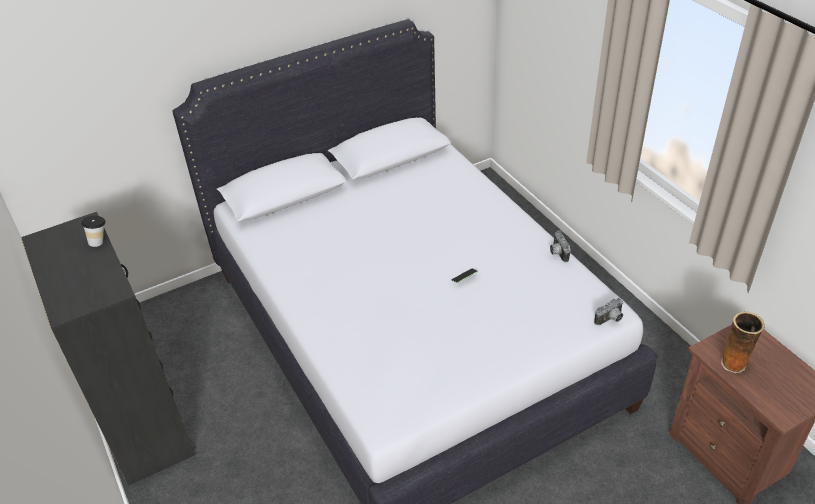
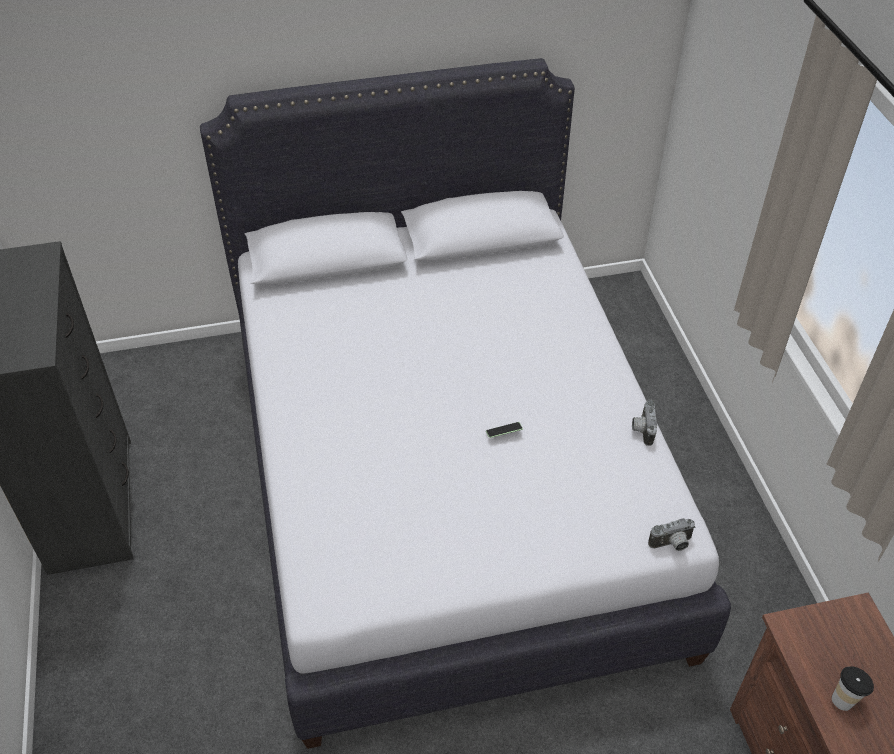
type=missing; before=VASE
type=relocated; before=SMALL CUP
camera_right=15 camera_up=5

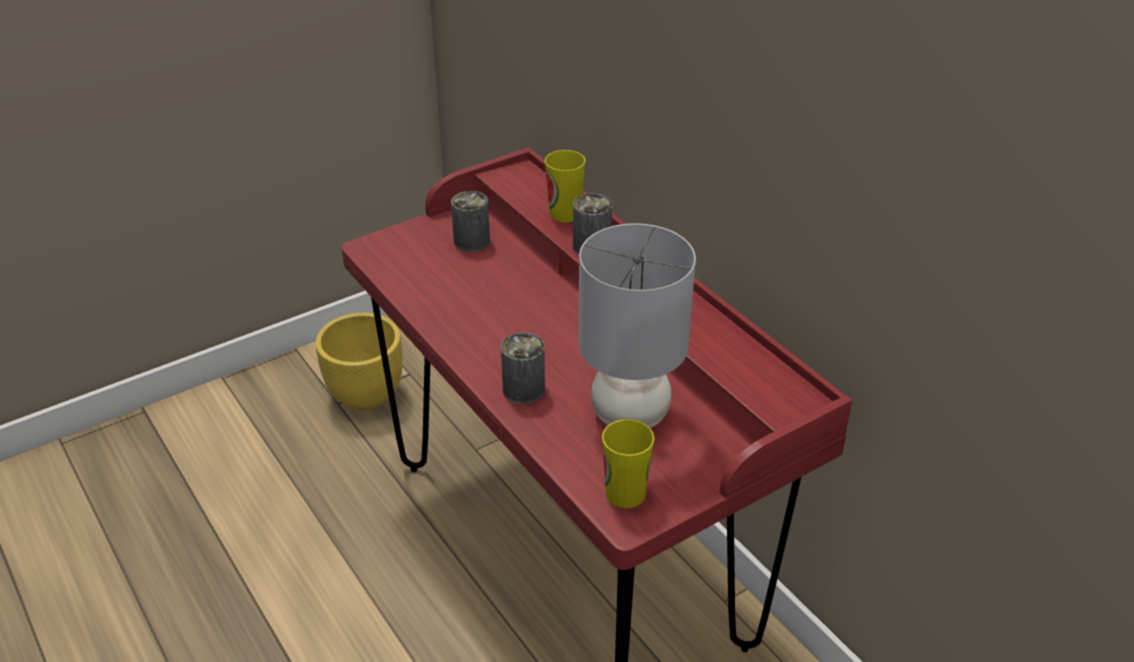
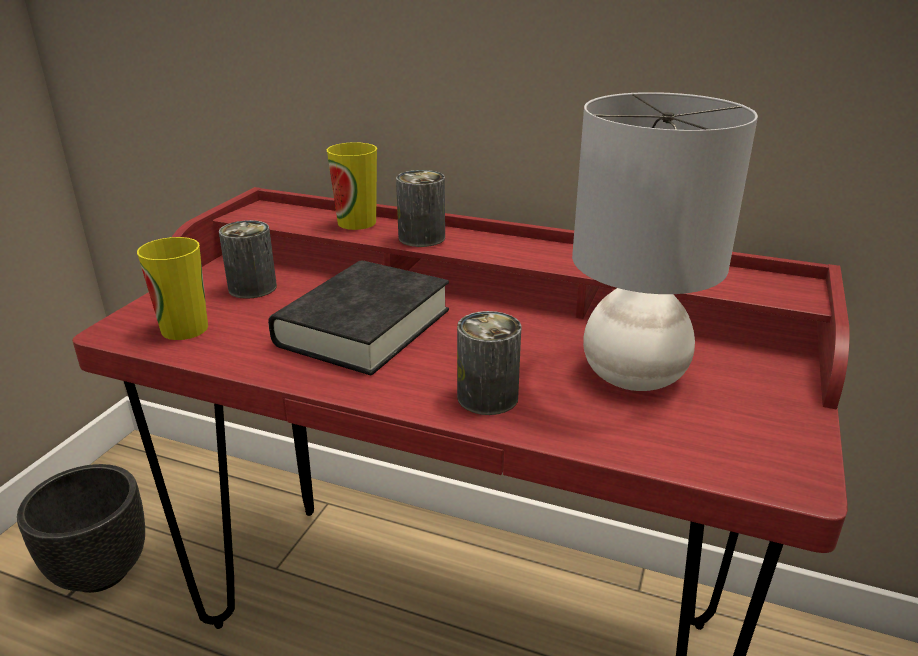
type=appeared; after=BLACKISH VOLUME
type=relocated; before=SMALL CUP (no. 2 from left in the first image); after=SMALL CUP (no. 1 from left)
type=colour; before=YELLOWISH PLANT POT; after=BLACKISH PLANT POT
camera_right=-35 camera_up=-10

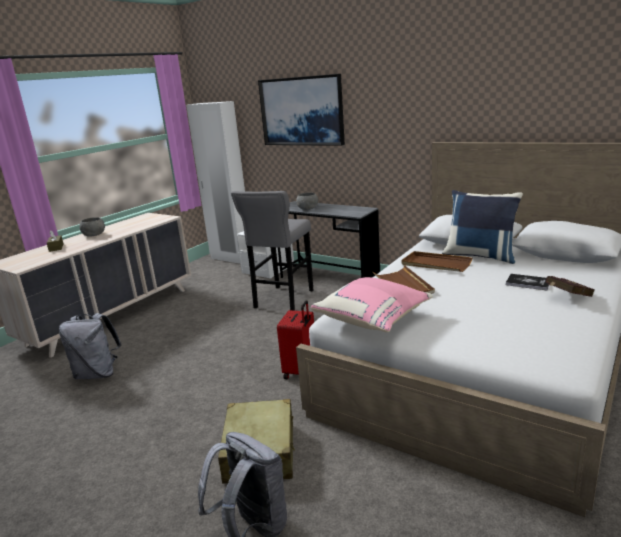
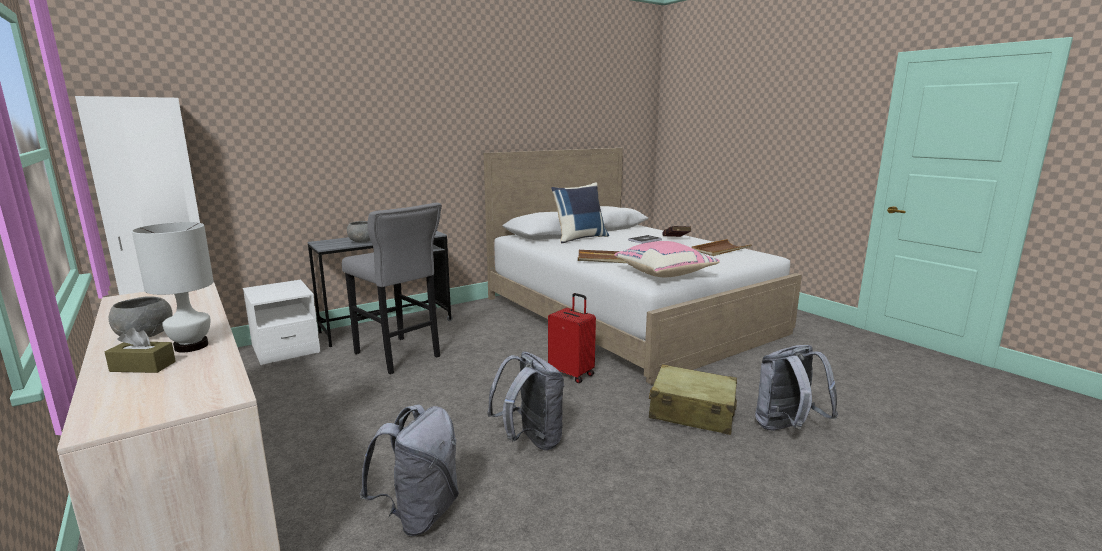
type=missing; before=PICTURE
type=appeared; after=WHITISH TABLETOP LAMP
type=appeared; after=GRAY BACKPACK (no. 2 from left)
type=relocated; before=BROWN SERVING TRAY (no. 2 from left)
camera_right=-70 camera_up=-5

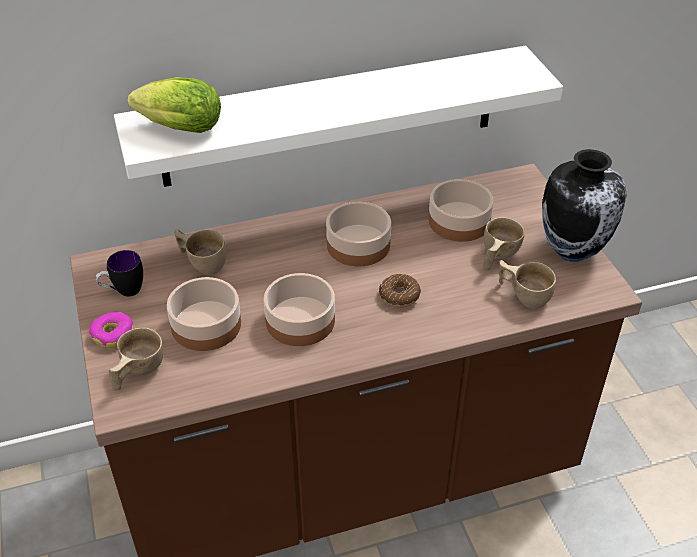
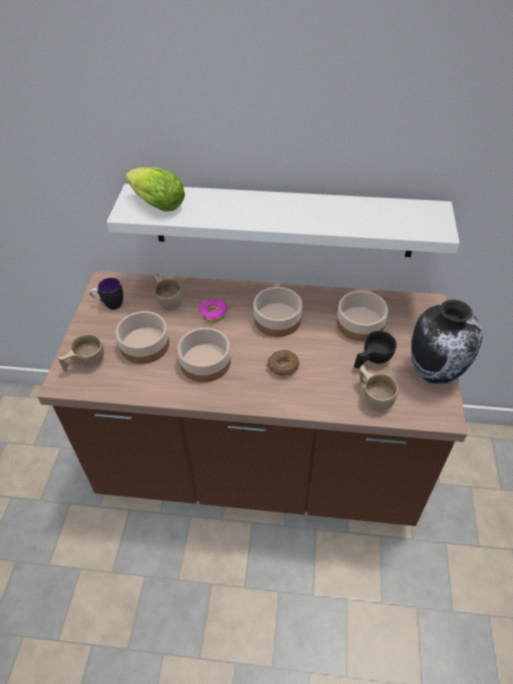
type=relocated; before=DONUT (no. 1 from left)
type=colour; before=BEIGE-COLOURED SMALL CUP (no. 3 from left); after=BLACKISH SMALL CUP
camera_right=25 camera_up=5

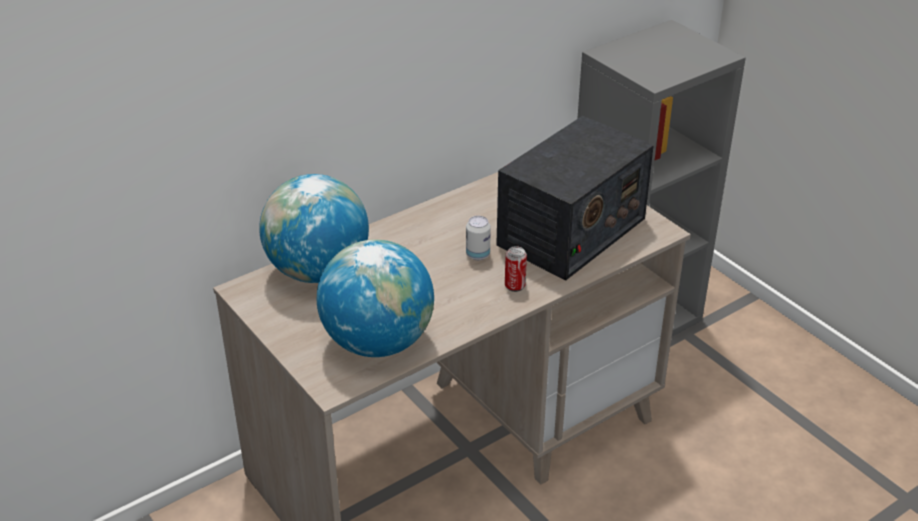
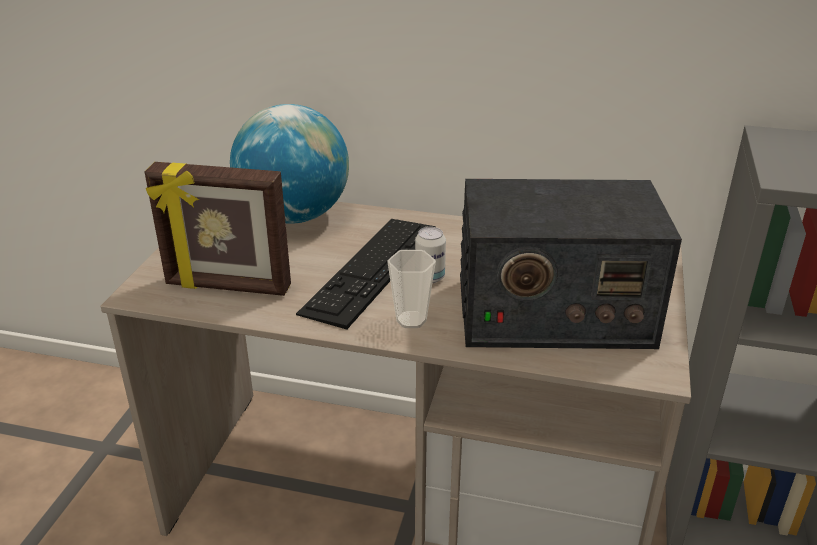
type=appeared; after=KEYBOARD
type=exchanged; before=DESK GLOBE (no. 2 from left); after=STANDING FRAME
type=exchanged; before=CAN (no. 2 from left); after=SMALL CUP
camera_right=50 camera_up=-5

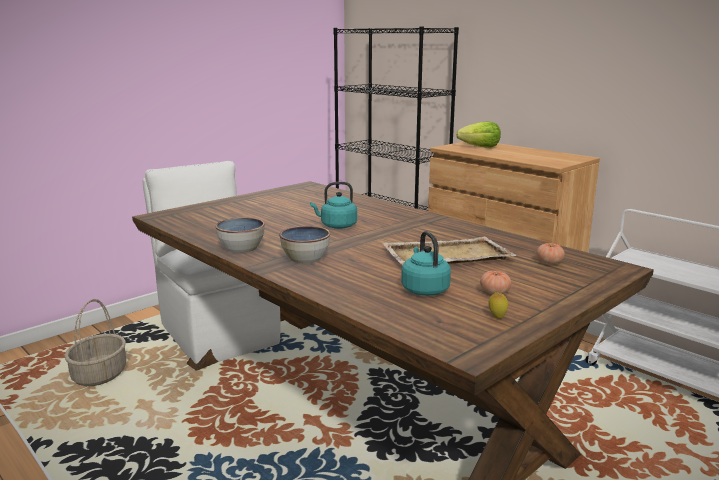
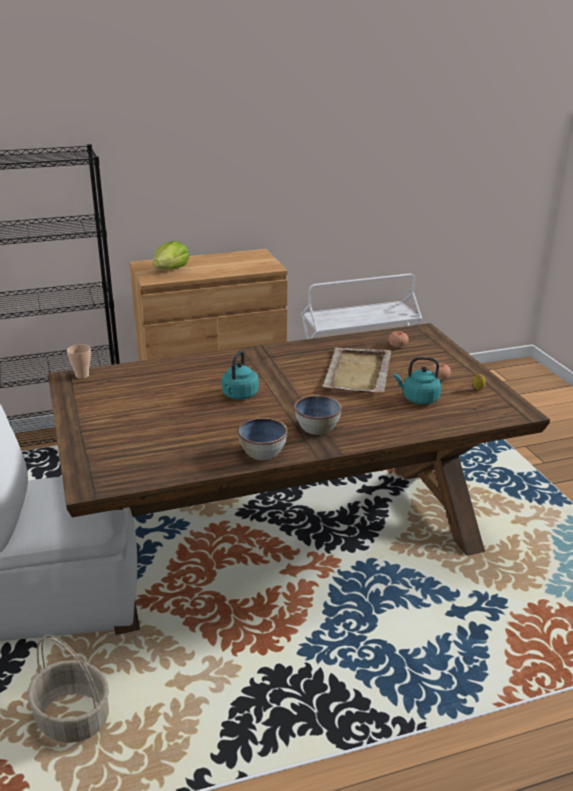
type=appeared; after=SMALL CUP
camera_right=-65 camera_up=10

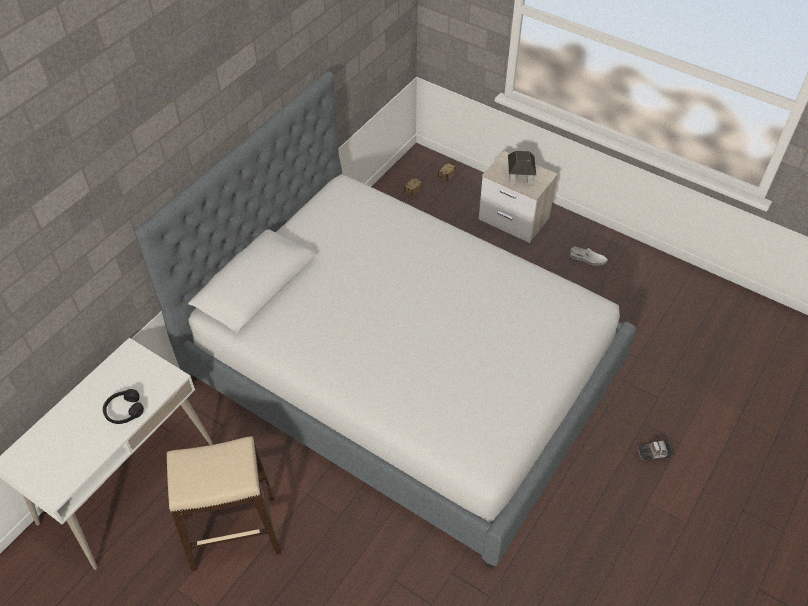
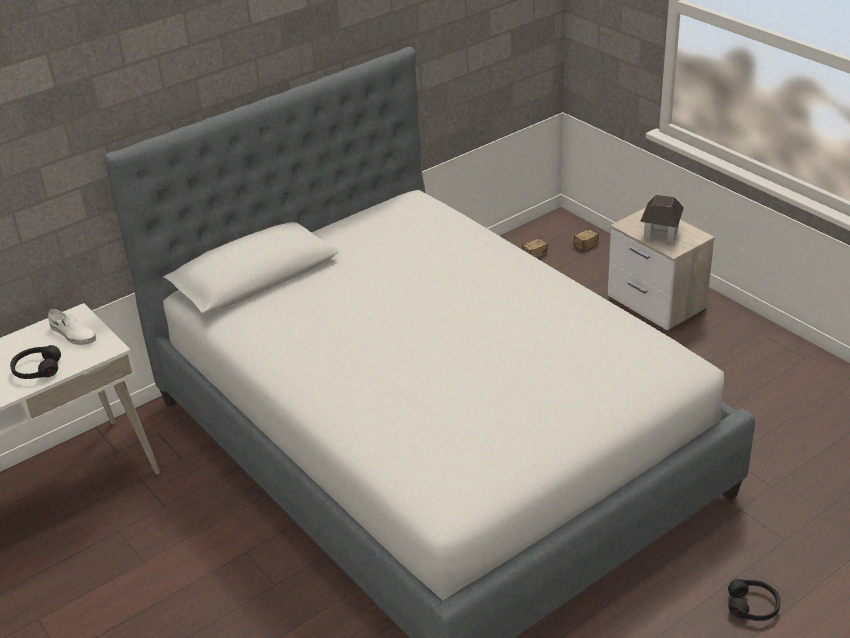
type=missing; before=BEIGE-COLOURED STOOL SEAT
type=relocated; before=WHITISH ITEM OF FOOTWEAR
type=exchanged; before=MINIATURE CAR; after=BLACKISH HEADSET (no. 2 from left)
camera_right=20 camera_up=-15

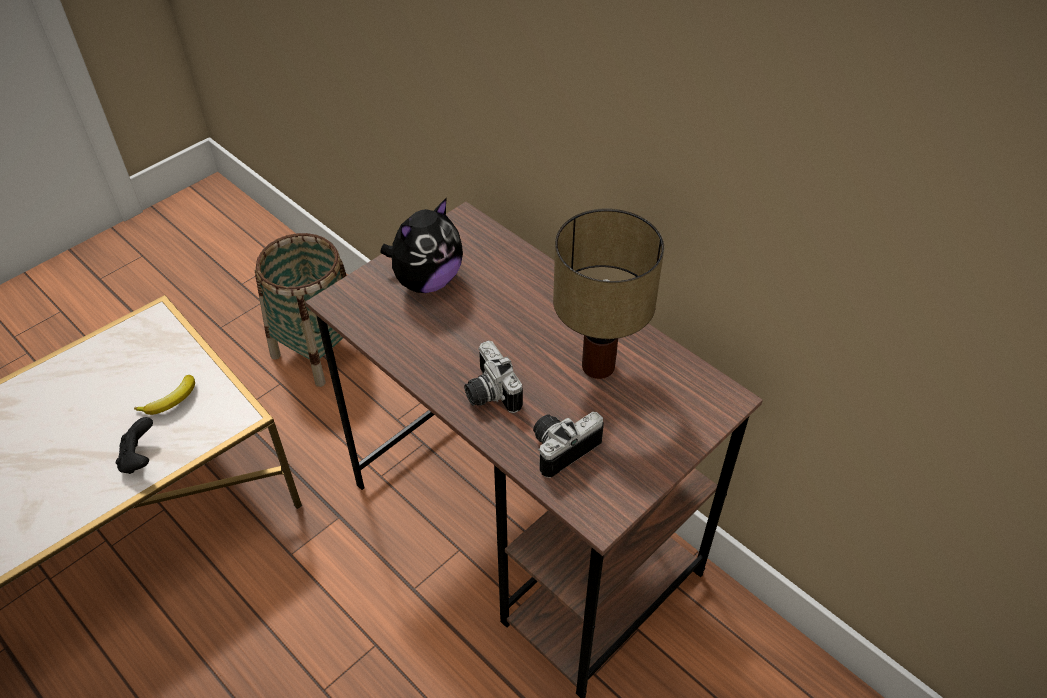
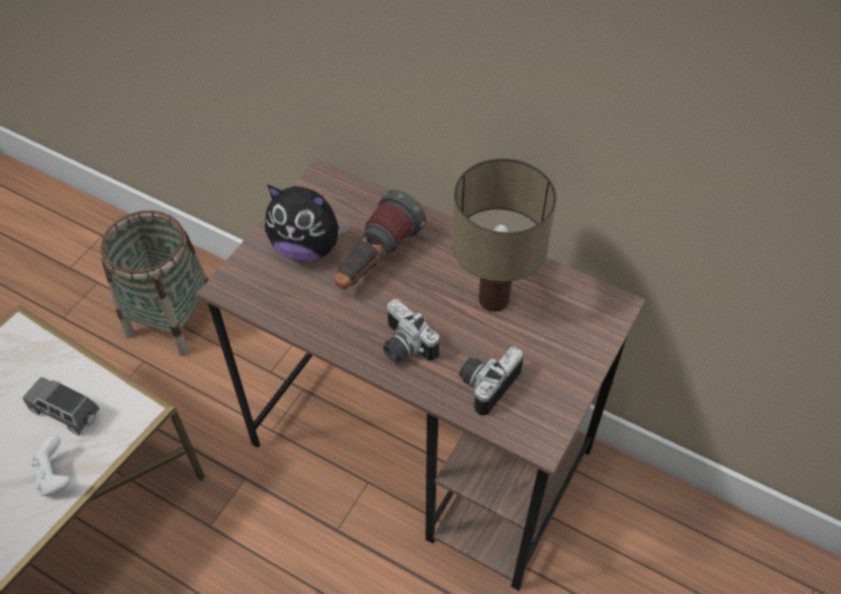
type=appeared; after=TORCH
type=exchanged; before=BANANA FRUIT; after=GRAY MINIATURE CAR
type=colour; before=BLACKISH JOYPAD; after=WHITISH JOYPAD
type=spun; before=SOFT TOY; turn=75
camera_right=-15 camera_up=5

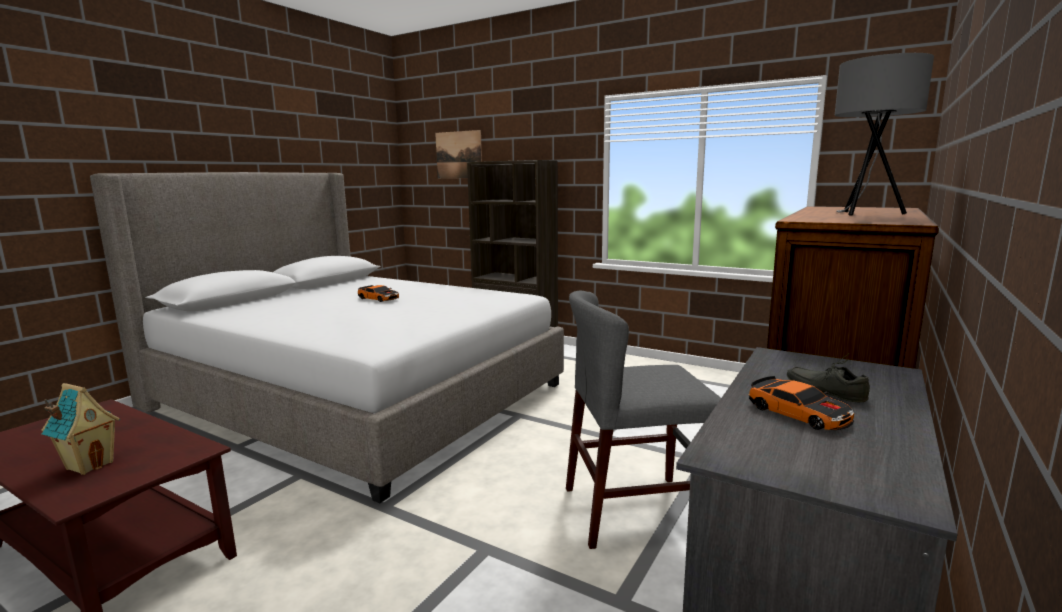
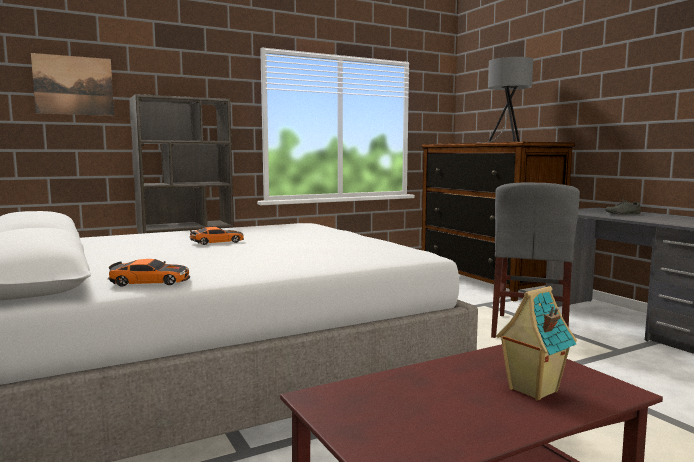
type=relocated; before=MINIATURE CAR (no. 2 from left in the first image); after=MINIATURE CAR (no. 1 from left)
camera_right=-60 camera_up=-5

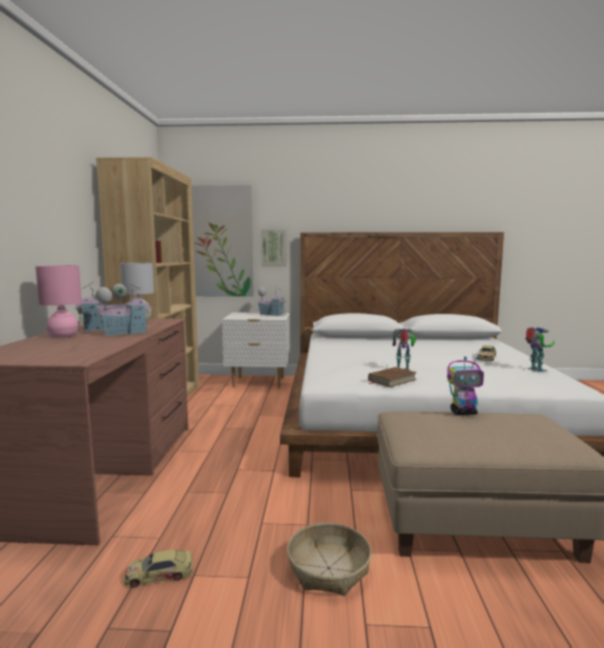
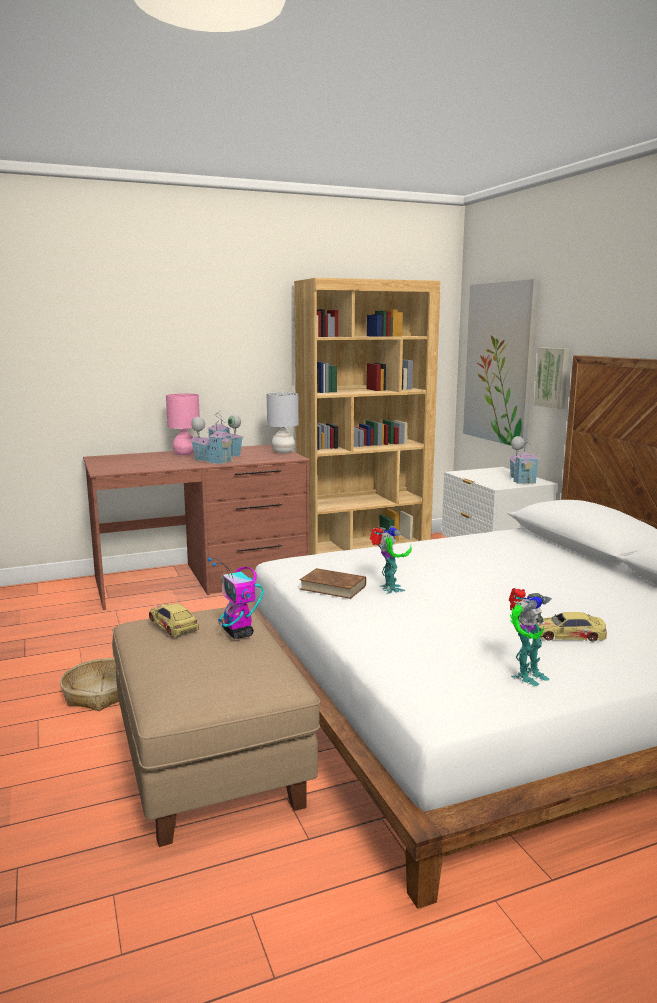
type=relocated; before=MINIATURE CAR (no. 1 from left)
camera_right=65 camera_up=5

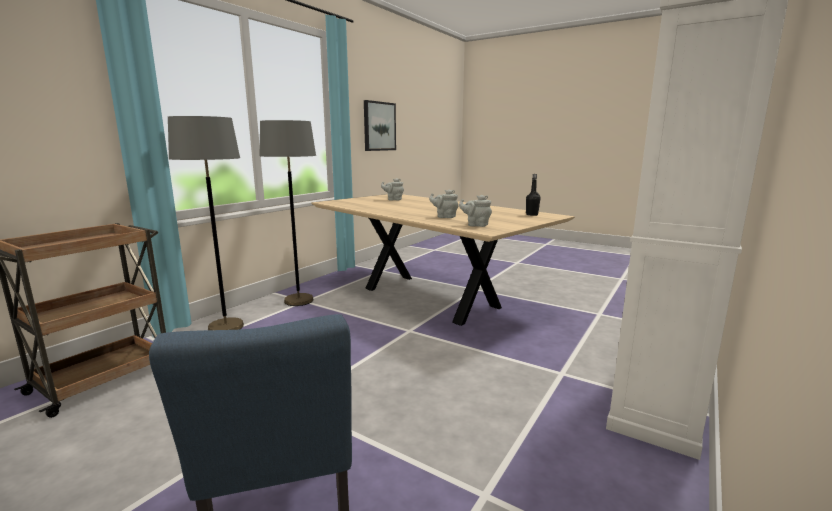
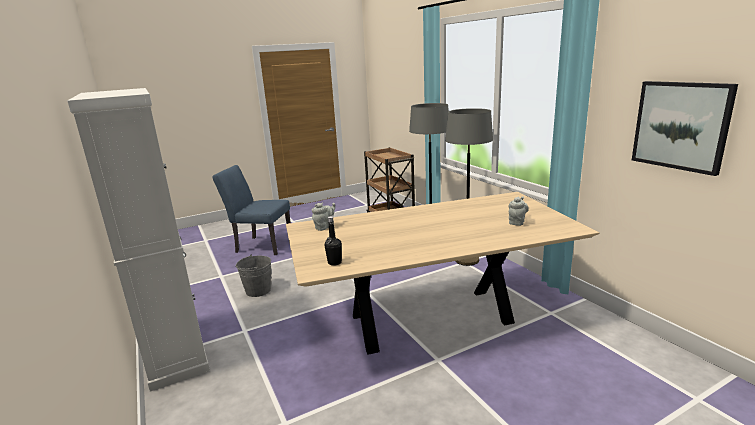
type=missing; before=GRAY POT FOR TEA (no. 2 from left)
type=appeared; after=GRAY PAIL
camera_right=120 camera_up=5

